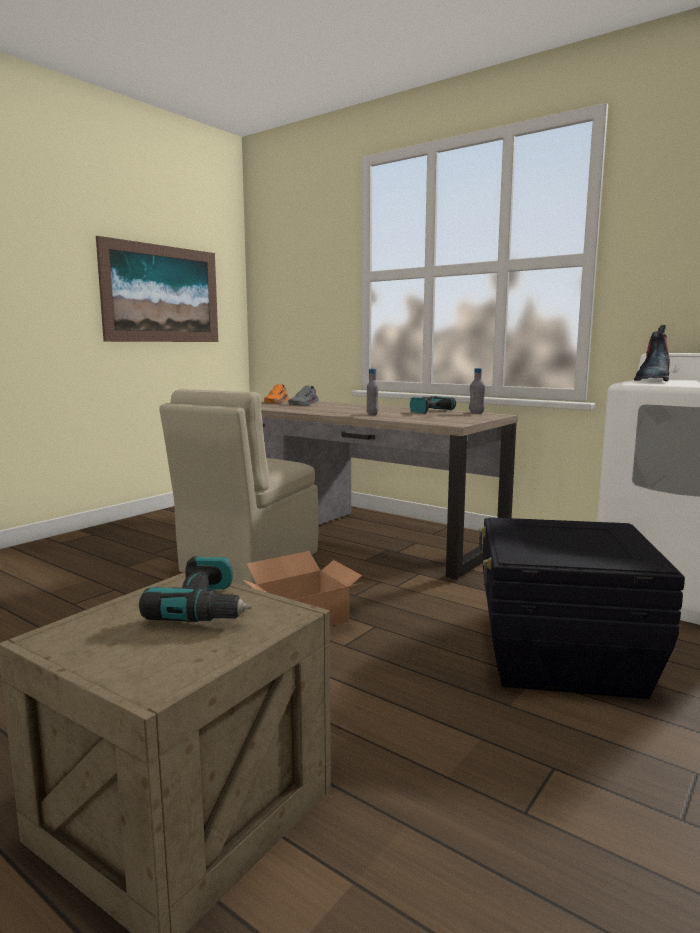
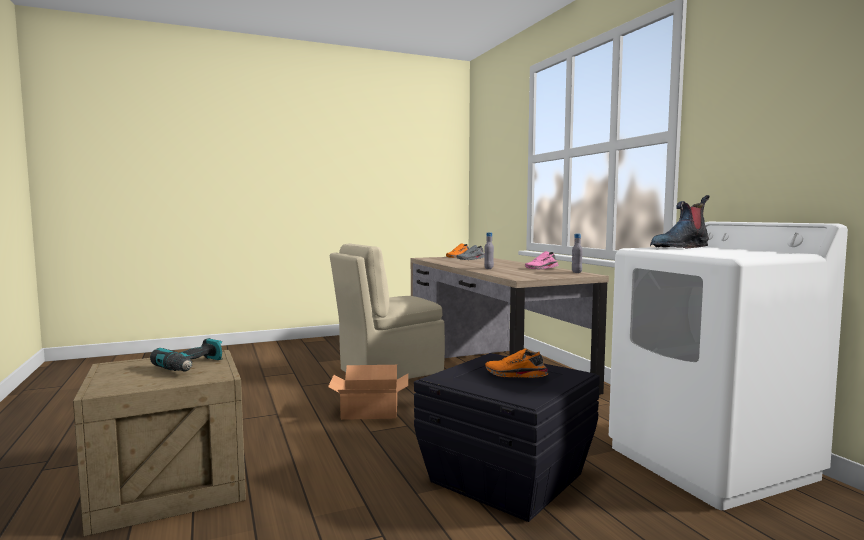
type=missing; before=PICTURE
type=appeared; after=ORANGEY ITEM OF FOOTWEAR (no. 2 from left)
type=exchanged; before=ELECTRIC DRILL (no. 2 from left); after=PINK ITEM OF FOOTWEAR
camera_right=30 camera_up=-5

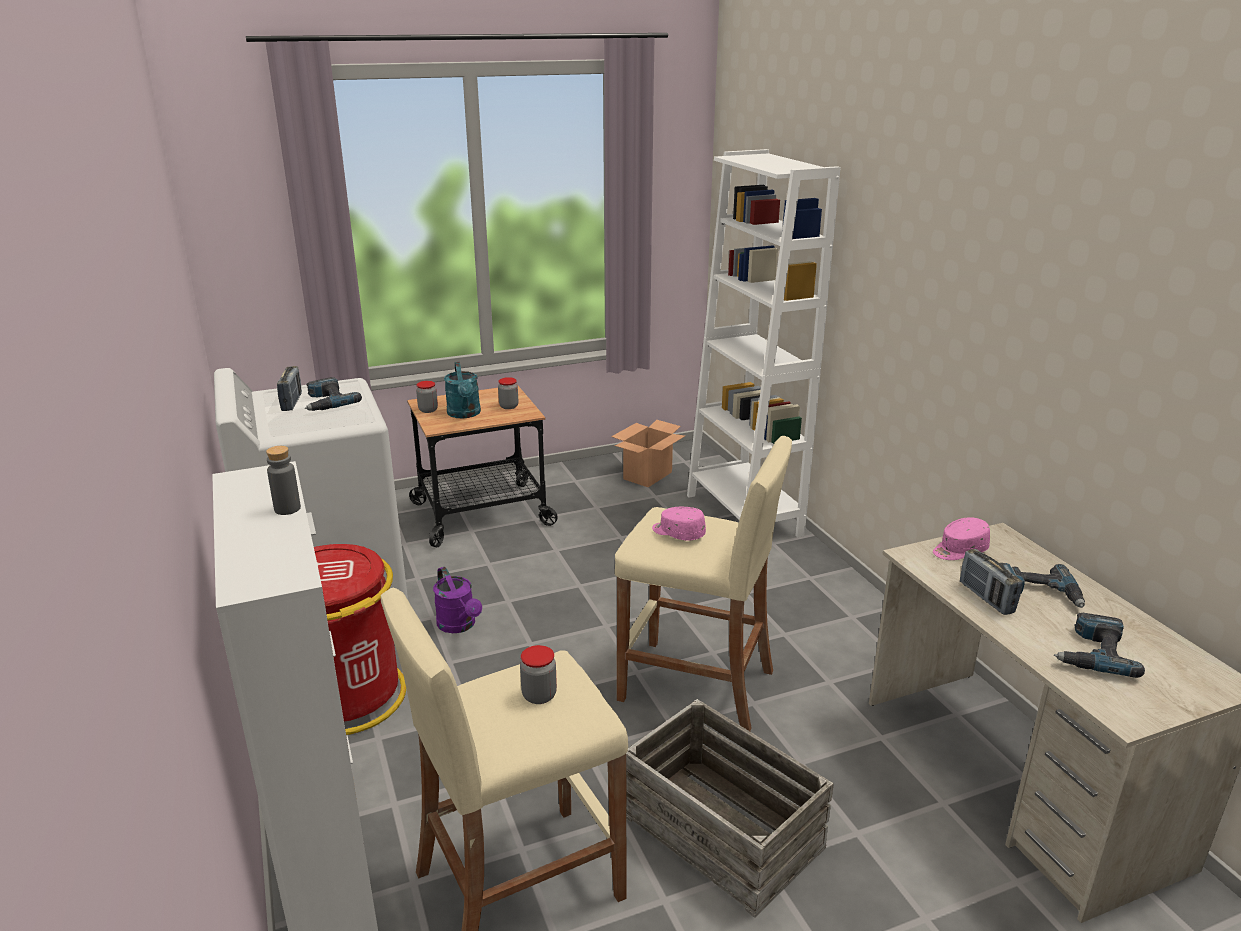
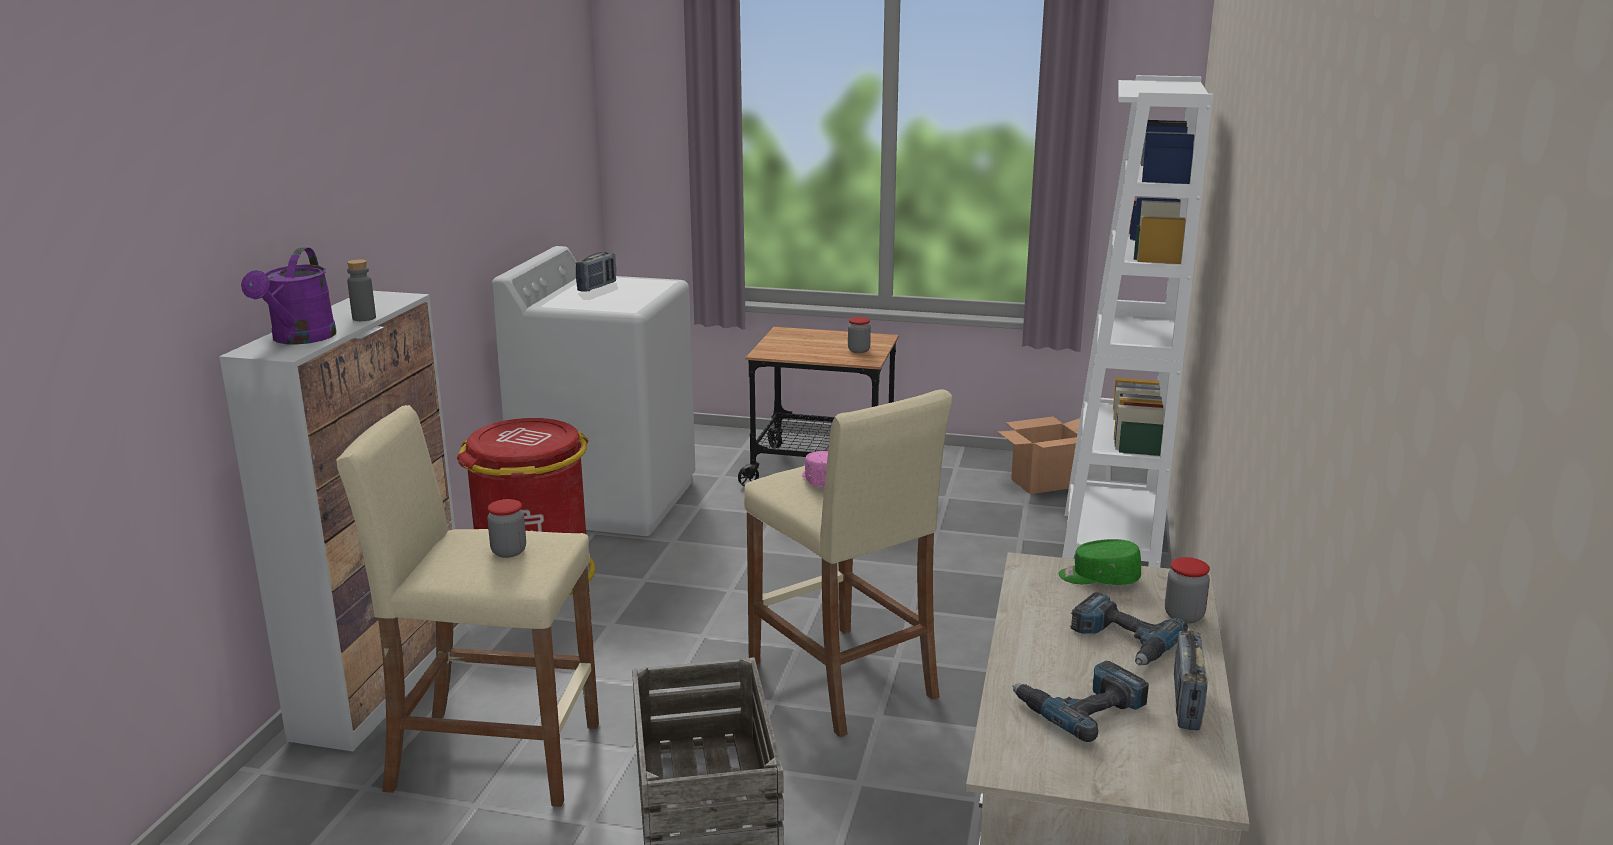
type=missing; before=ELECTRIC DRILL (no. 1 from left)
type=missing; before=BLUE-GREEN SPRINKLING CAN
type=relocated; before=JAR (no. 1 from left in the first image); after=JAR (no. 3 from left)
type=relocated; before=PURPLISH SPRINKLING CAN
type=relocated; before=RADIO SET (no. 2 from left)
type=colour; before=PINK PEAKED CAP (no. 2 from left); after=GREEN PEAKED CAP
camera_right=35 camera_up=-5

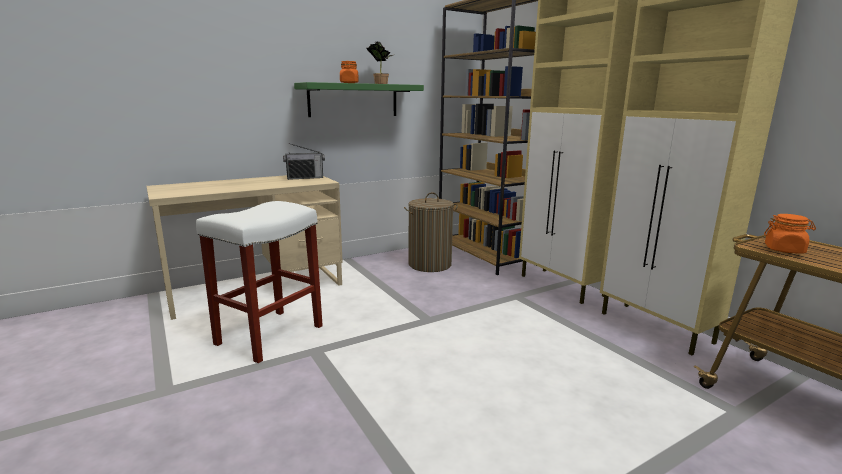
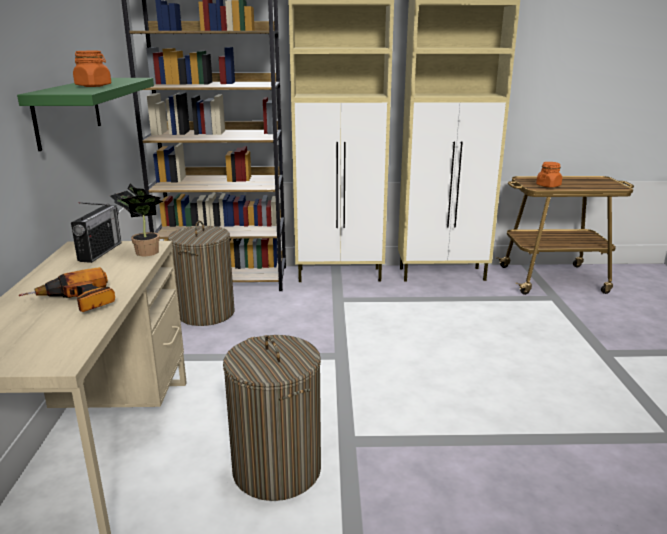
type=appeared; after=ELECTRIC DRILL
type=relocated; before=PLANT IN A POT
type=exchanged; before=WHITISH STOOL SEAT; after=WASHING BASKET (no. 2 from left)
camera_right=-60 camera_up=5

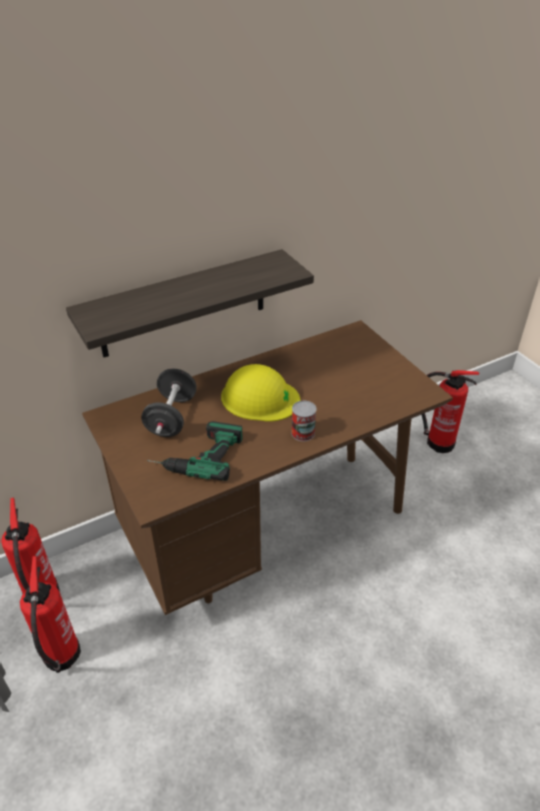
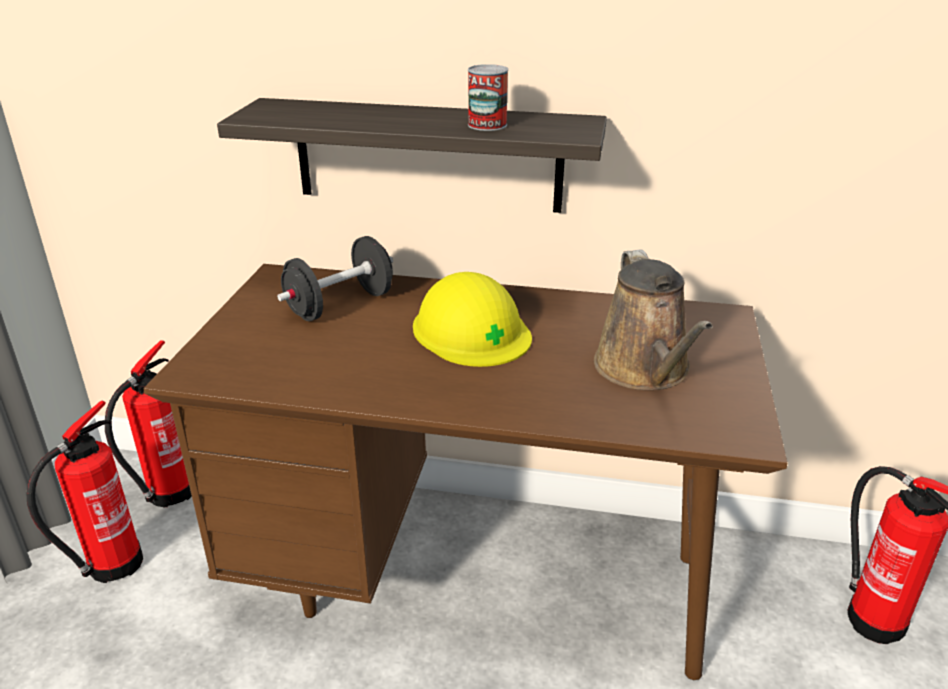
type=missing; before=ELECTRIC DRILL
type=appeared; after=BROWN SPRINKLING CAN
type=relocated; before=CAN
camera_right=40 camera_up=-10

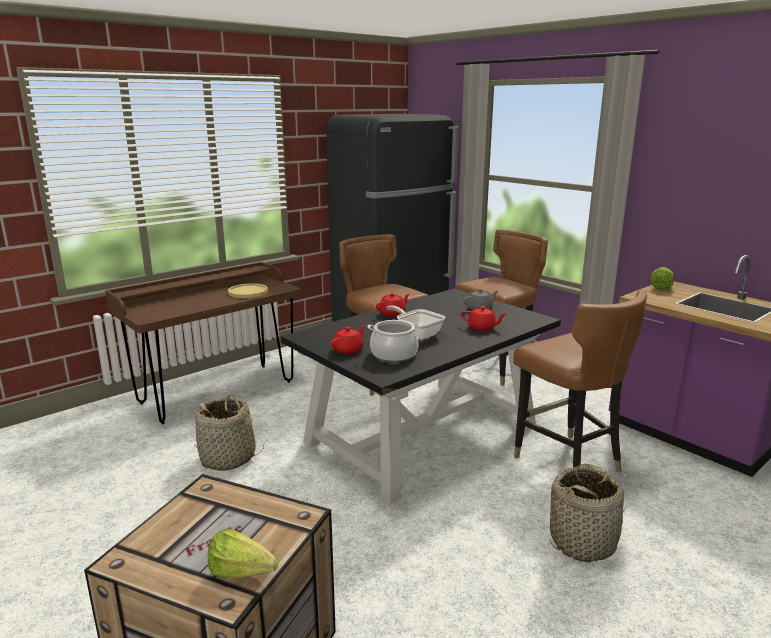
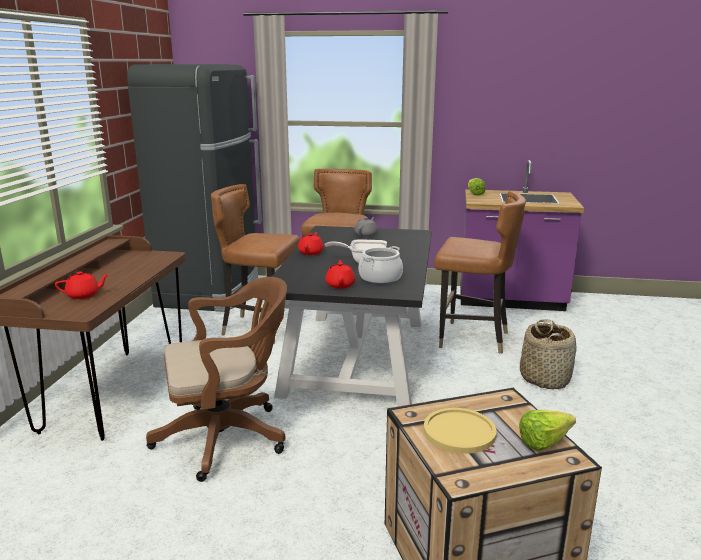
type=relocated; before=YELLOWISH FLAT DISH
type=relocated; before=RED-COLOURED POT FOR TEA (no. 3 from left in the first image); after=RED-COLOURED POT FOR TEA (no. 1 from left)
type=exchanged; before=STORAGE BASKET (no. 1 from left); after=BROWN COMPUTER CHAIR
camera_right=-40 camera_up=0

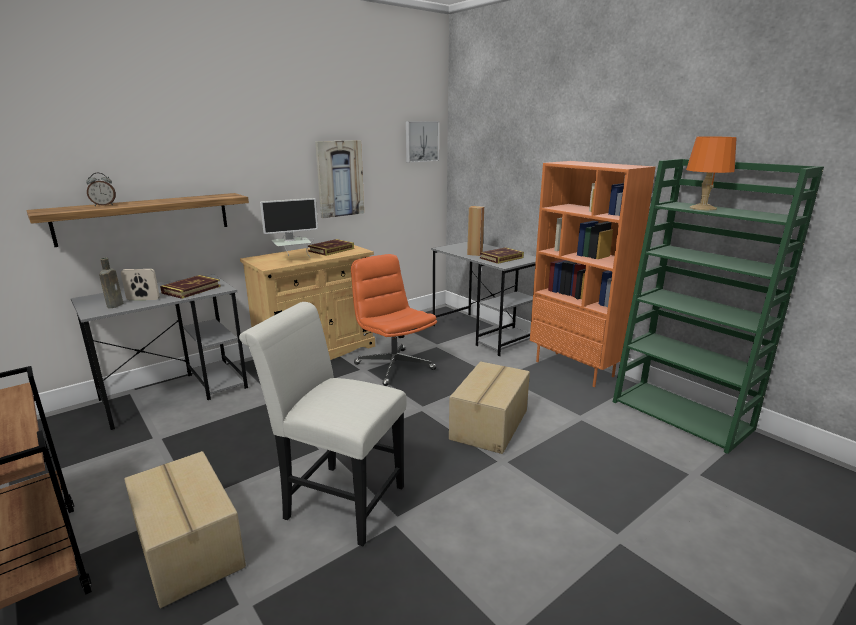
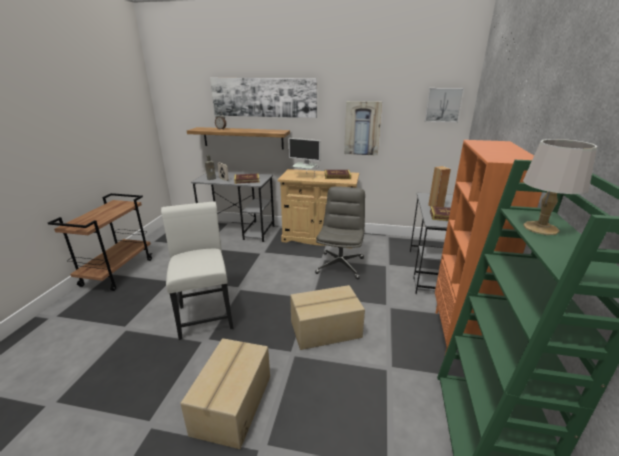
type=appeared; after=PICTURE (no. 1 from left)
type=relocated; before=PACKING BOX (no. 1 from left)
type=colour; before=ORANGEY COMPUTER CHAIR; after=GRAY COMPUTER CHAIR
type=colour; before=ORANGEY TABLETOP LAMP; after=GRAY TABLETOP LAMP
camera_right=50 camera_up=5

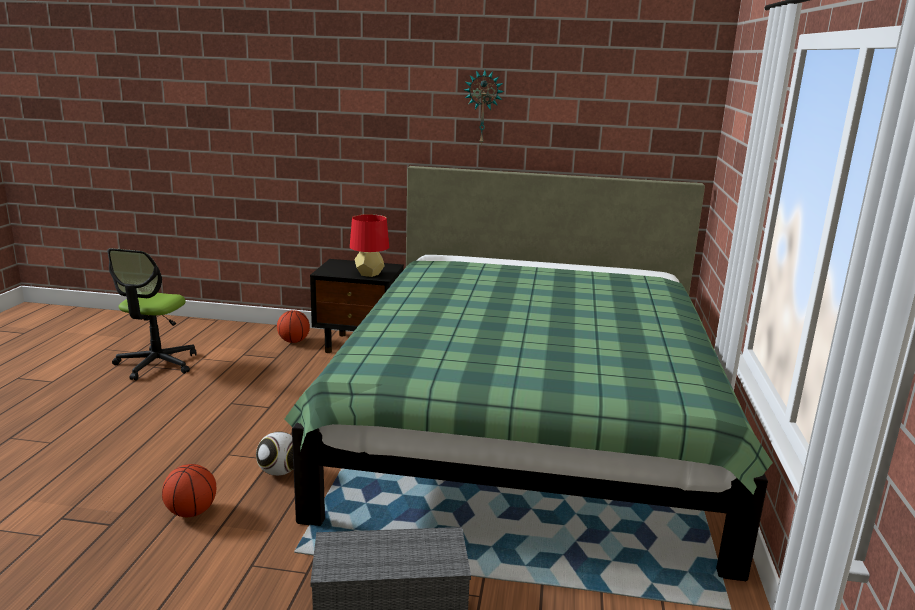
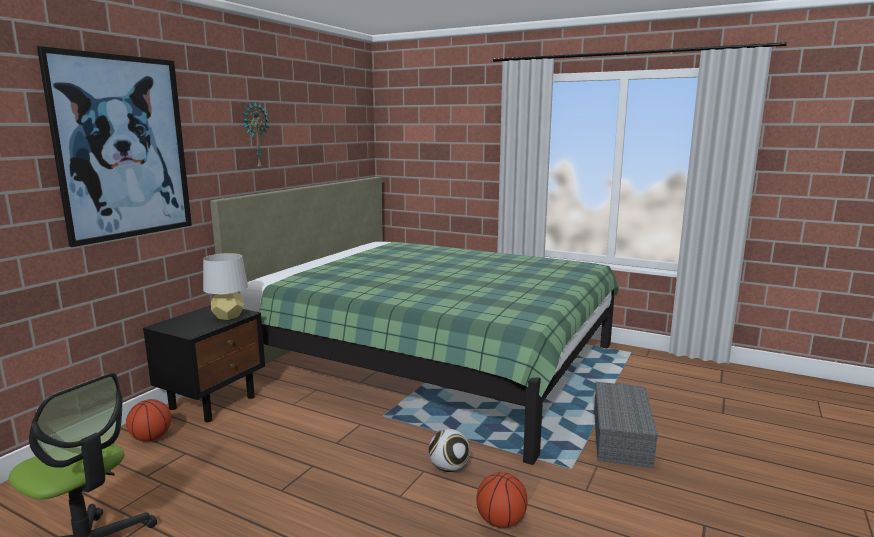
type=appeared; after=PICTURE
type=colour; before=RED-COLOURED TABLETOP LAMP; after=GRAY TABLETOP LAMP
camera_right=-70 camera_up=-5

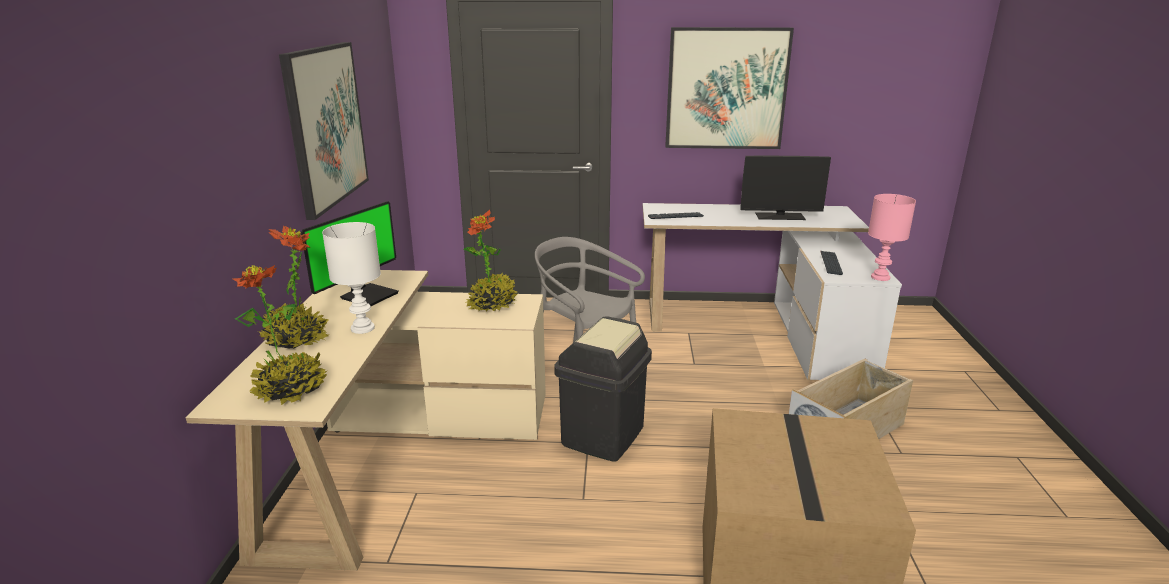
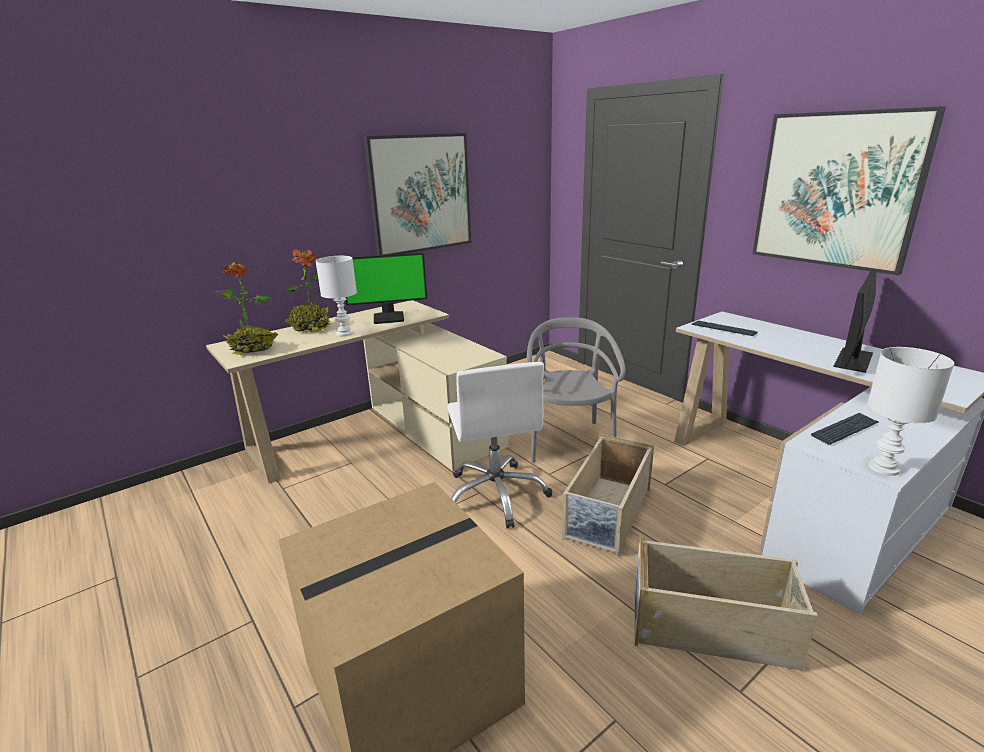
type=missing; before=PLANT IN A POT (no. 3 from left)
type=appeared; after=BEIGE-COLOURED STORAGE CONTAINER (no. 1 from left)
type=exchanged; before=BLACKISH TRASH CAN; after=WHITISH COMPUTER CHAIR
type=colour; before=PINK TABLETOP LAMP; after=WHITISH TABLETOP LAMP (no. 2 from left)
type=spun; before=COMPUTER SCREEN (no. 2 from left); turn=75
camera_right=50 camera_up=0

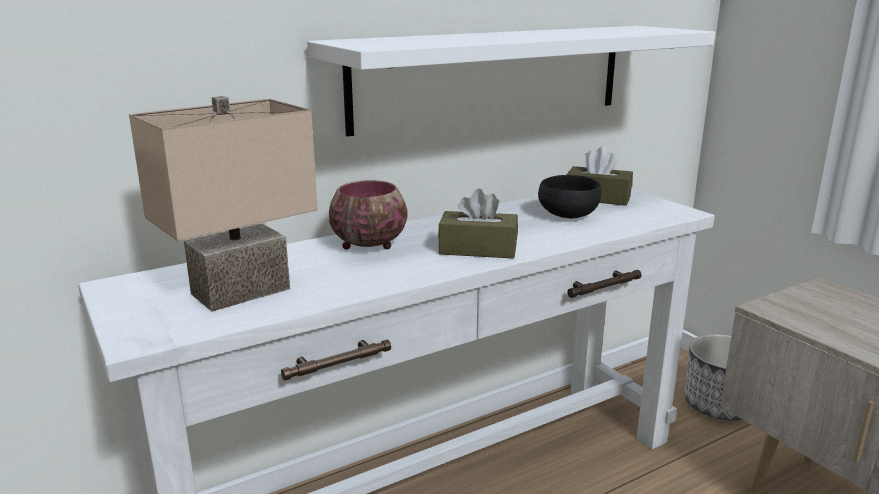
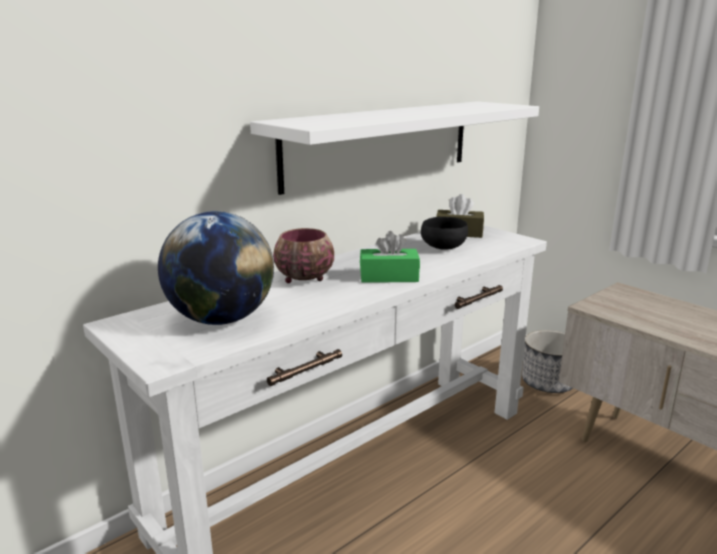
type=exchanged; before=BEIGE-COLOURED TABLETOP LAMP; after=DESK GLOBE
type=colour; before=BROWN TISSUE BOX (no. 1 from left); after=GREEN TISSUE BOX
camera_right=-10 camera_up=0

